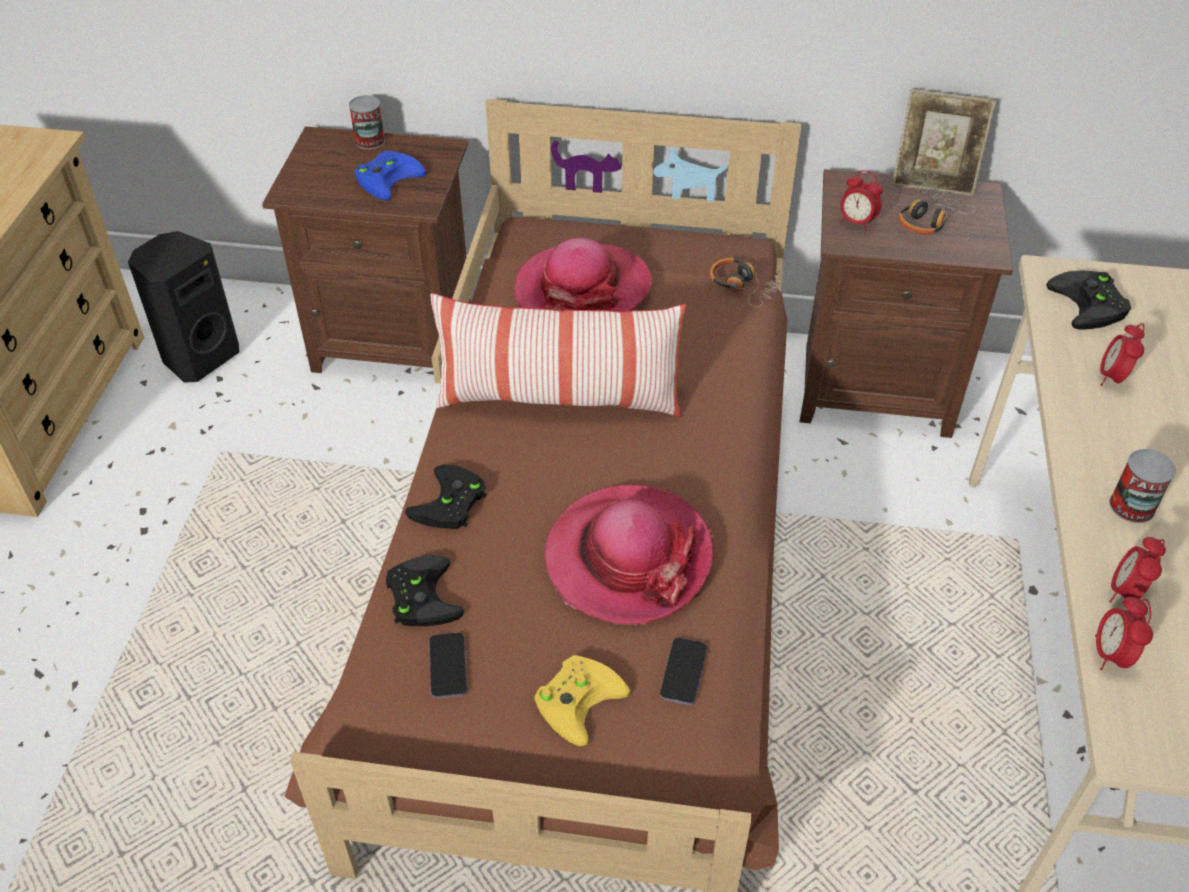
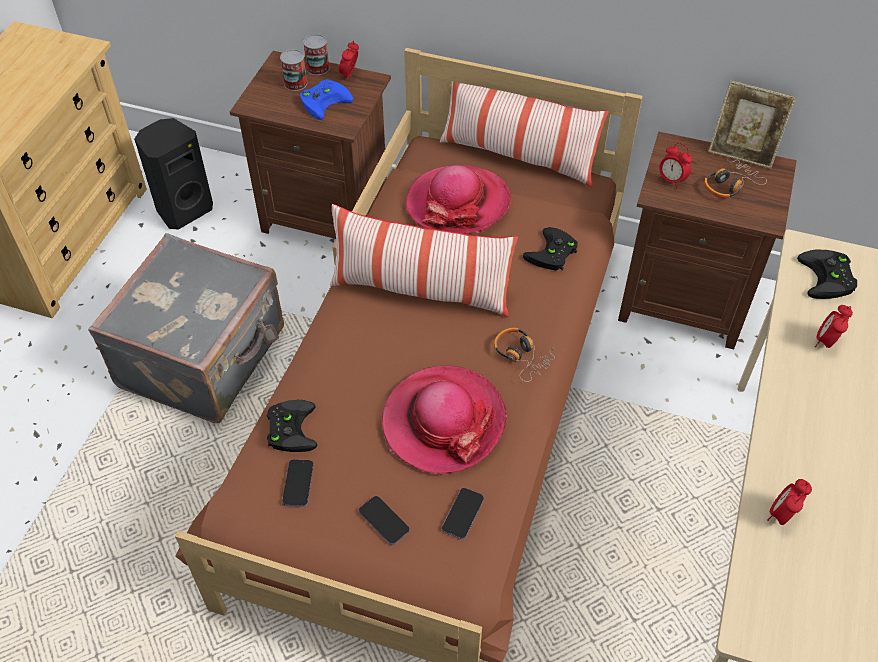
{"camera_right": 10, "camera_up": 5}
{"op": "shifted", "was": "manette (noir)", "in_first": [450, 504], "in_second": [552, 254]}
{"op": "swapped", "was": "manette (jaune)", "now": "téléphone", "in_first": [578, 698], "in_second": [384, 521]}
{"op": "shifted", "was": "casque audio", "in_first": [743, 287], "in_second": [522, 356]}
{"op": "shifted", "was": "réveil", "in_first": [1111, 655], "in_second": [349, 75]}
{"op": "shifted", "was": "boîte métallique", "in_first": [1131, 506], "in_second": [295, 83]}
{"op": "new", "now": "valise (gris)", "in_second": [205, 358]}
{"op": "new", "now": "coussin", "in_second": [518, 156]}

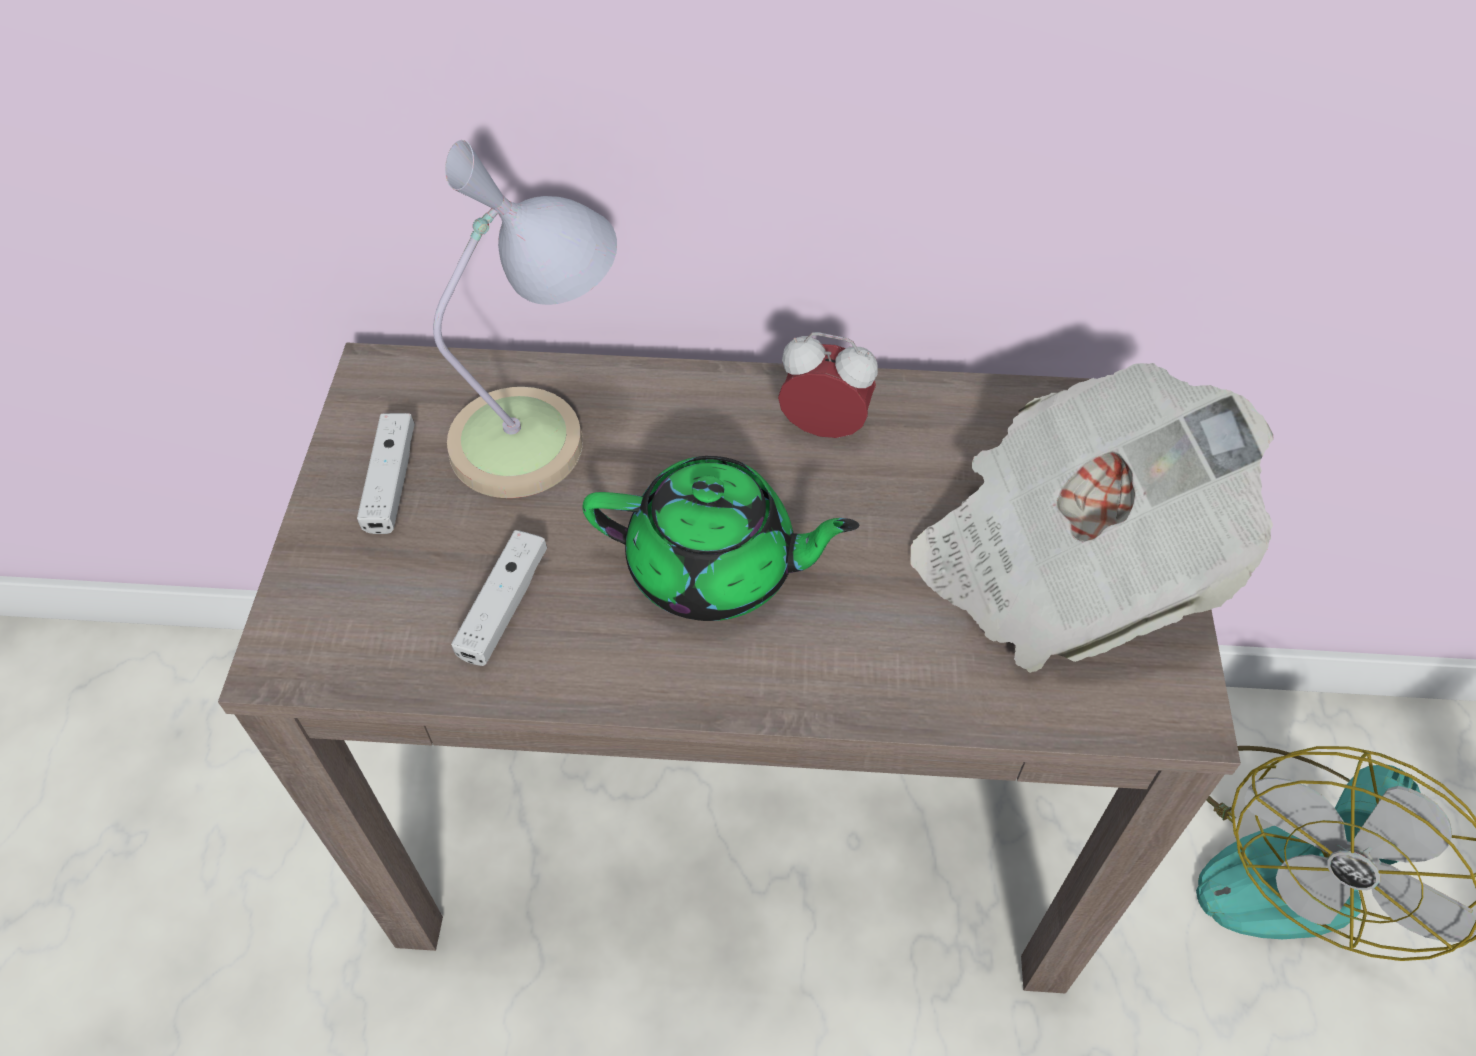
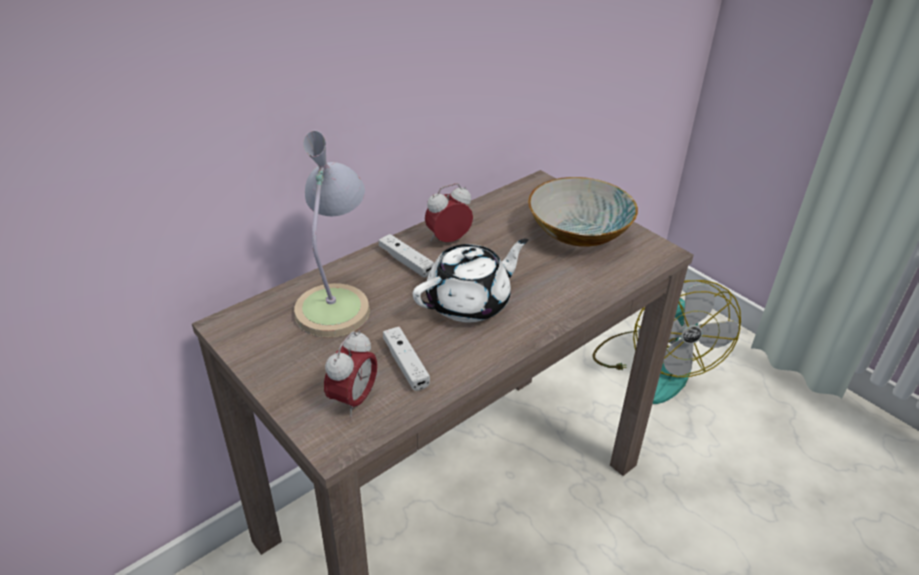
{"camera_right": -45, "camera_up": -15}
{"op": "shifted", "was": "manette (blanc)", "in_first": [391, 482], "in_second": [406, 262]}
{"op": "repainted", "was": "théière (vert)", "now": "théière (blanc)", "in_first": [715, 568], "in_second": [470, 303]}
{"op": "swapped", "was": "journal", "now": "bol", "in_first": [1064, 562], "in_second": [578, 233]}
{"op": "new", "now": "réveil", "in_second": [353, 400]}

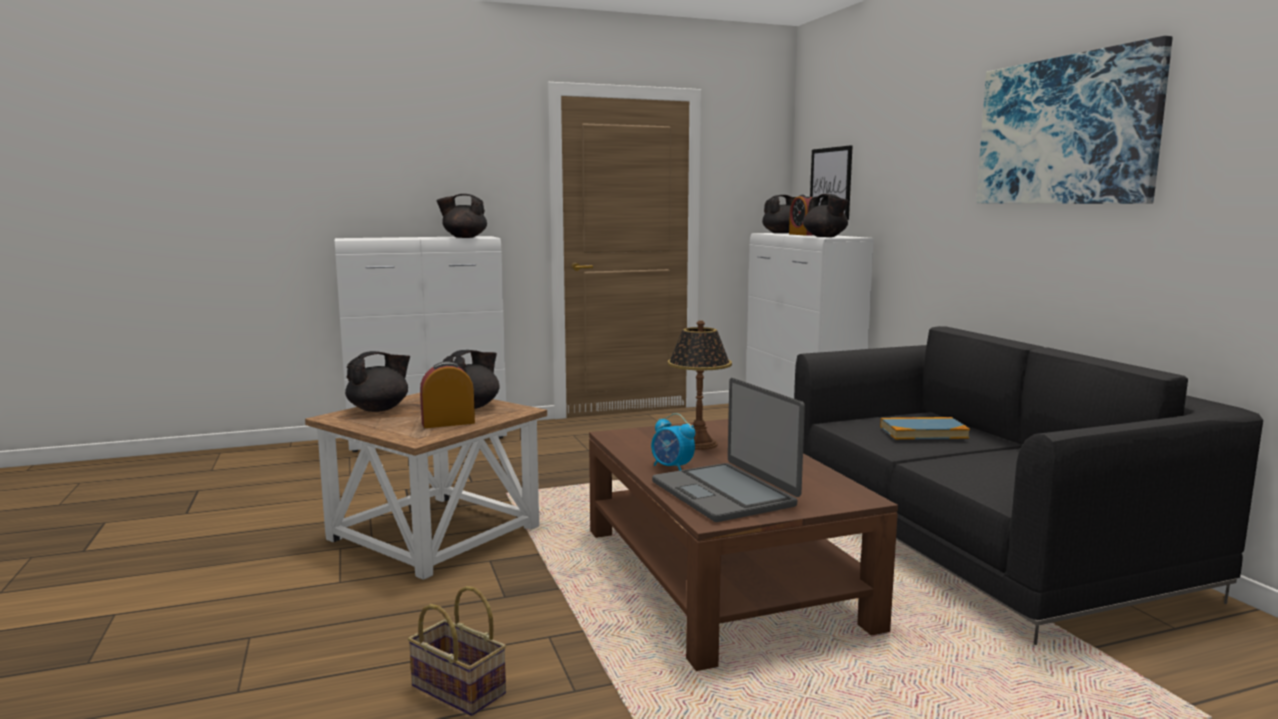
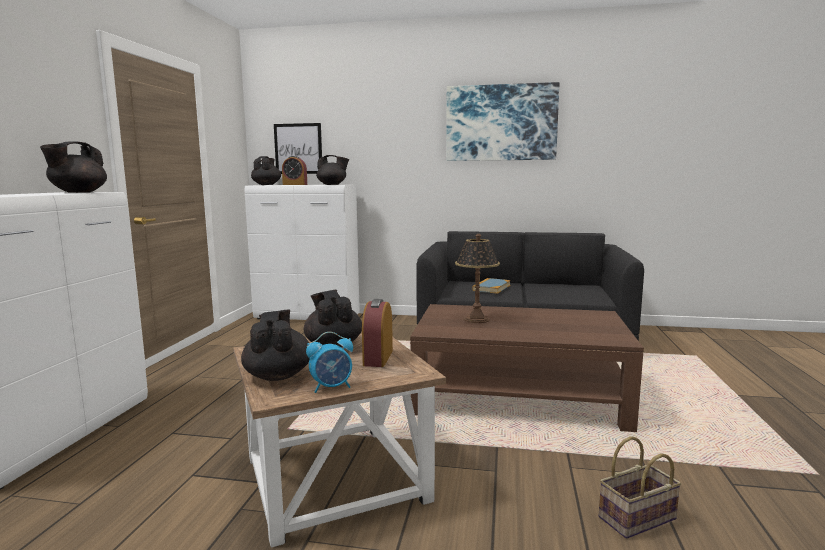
{"camera_right": -60, "camera_up": 0}
{"op": "shifted", "was": "réveil", "in_first": [672, 467], "in_second": [332, 387]}
{"op": "gone", "was": "ordinateur portable", "in_first": [725, 493]}

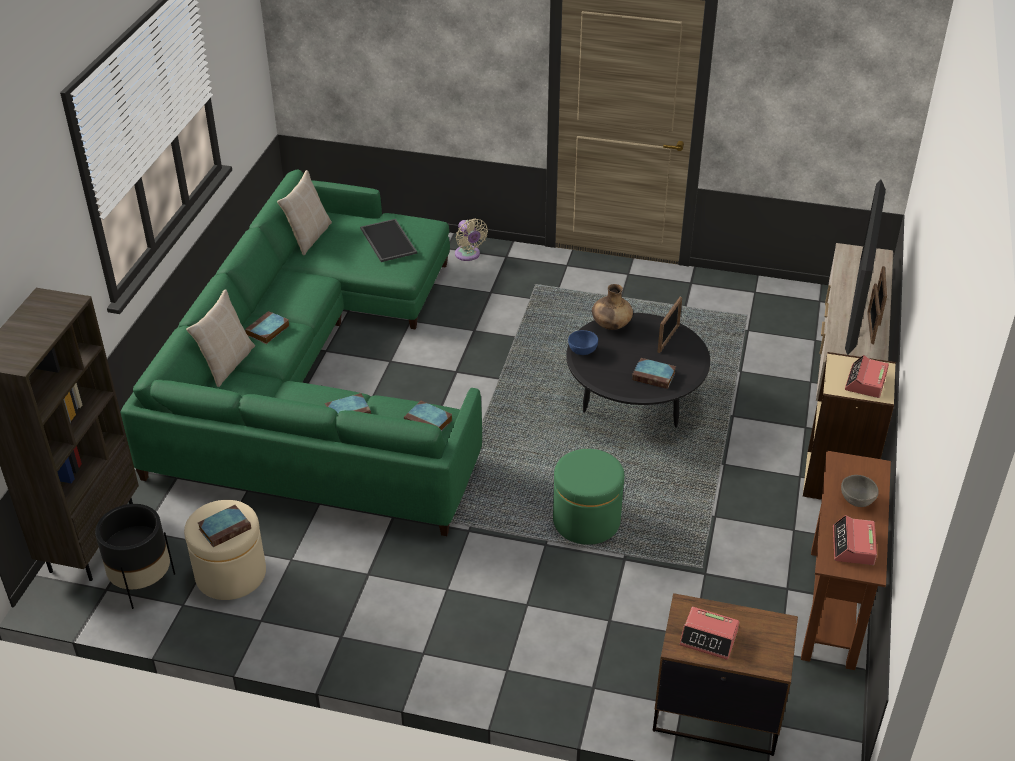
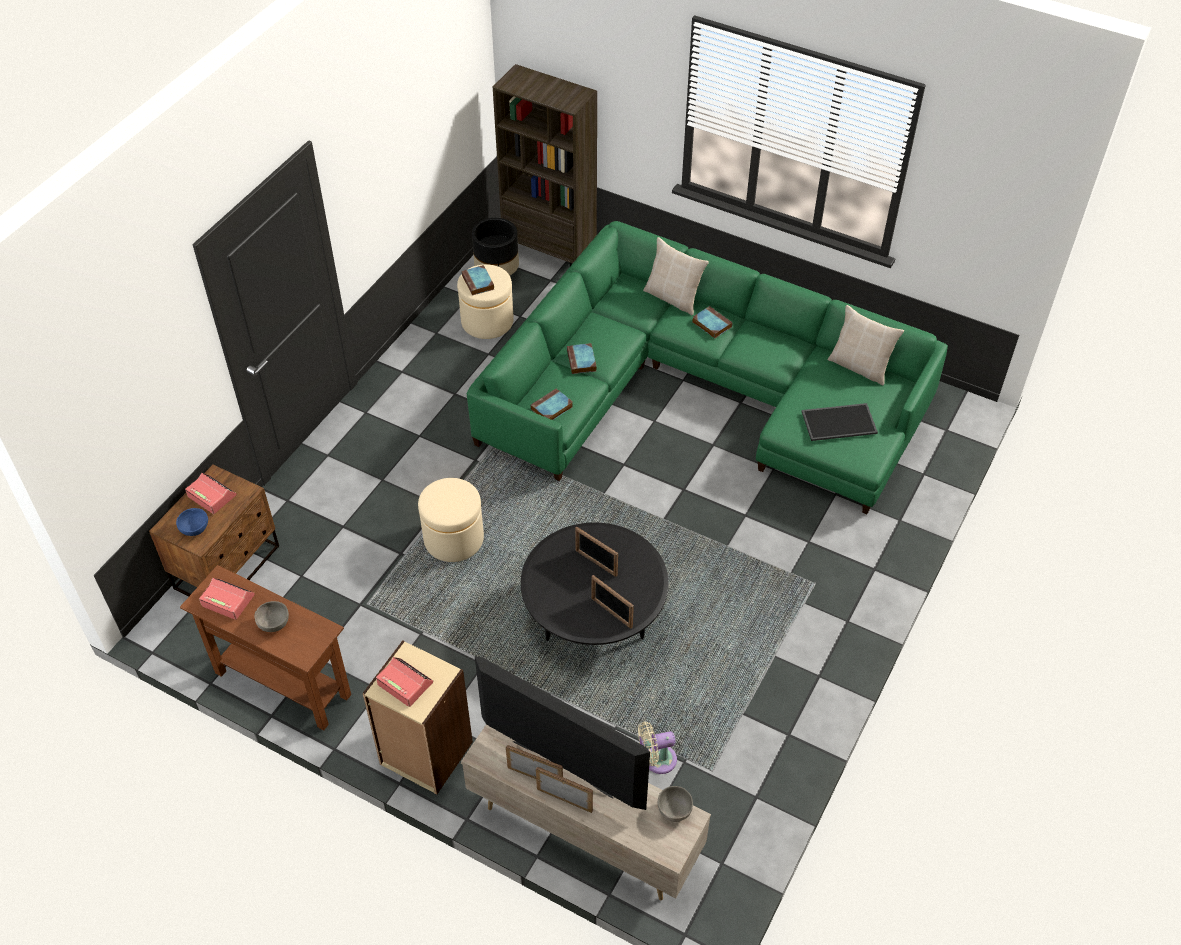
{"camera_right": 105, "camera_up": 10}
{"op": "shifted", "was": "ventilateur (beige)", "in_first": [468, 255], "in_second": [656, 760]}
{"op": "repainted", "was": "pouf (vert)", "now": "pouf (beige)", "in_first": [586, 521], "in_second": [453, 539]}
{"op": "shifted", "was": "bol (bleu)", "in_first": [582, 351], "in_second": [195, 529]}
{"op": "gone", "was": "vase (marron)", "in_first": [611, 325]}
{"op": "gone", "was": "livre", "in_first": [654, 376]}
{"op": "rotated", "was": "réveil", "in_first": [709, 638], "in_second": [211, 496], "clockwise": 90}
{"op": "new", "now": "cadre photo", "in_second": [596, 563]}
{"op": "new", "now": "bol (gris)", "in_second": [674, 811]}

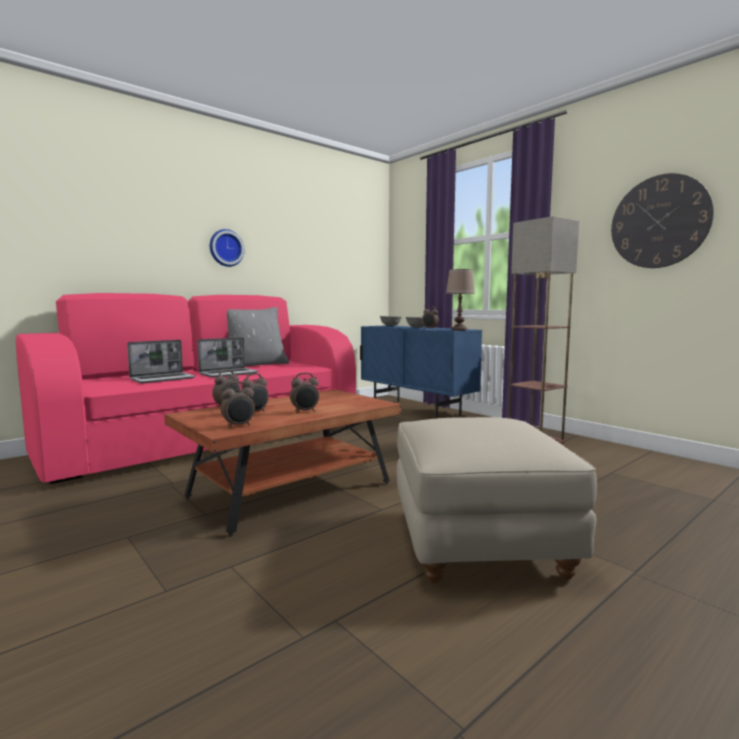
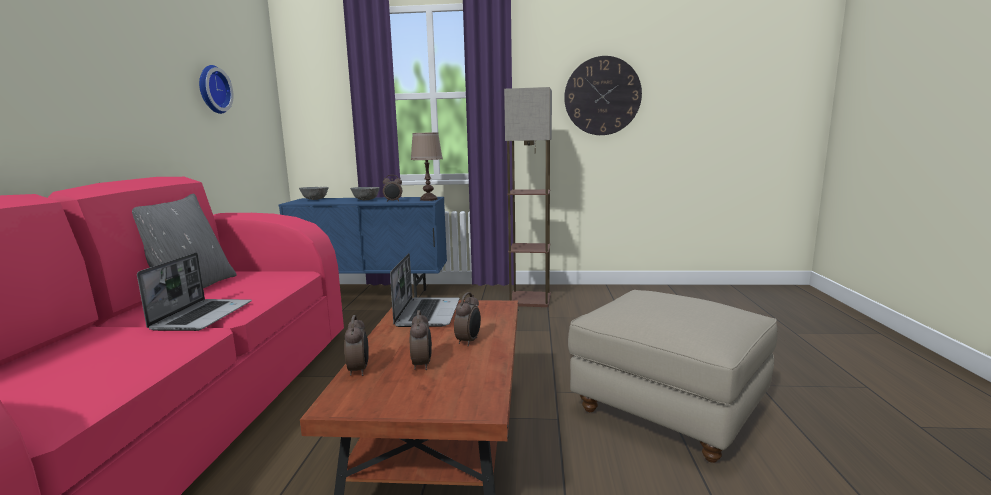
{"camera_right": -45, "camera_up": 5}
{"op": "shifted", "was": "ordinateur portable", "in_first": [163, 379], "in_second": [427, 313]}
{"op": "shifted", "was": "horloge murale", "in_first": [225, 248], "in_second": [212, 89]}
{"op": "gone", "was": "réveil", "in_first": [239, 426]}

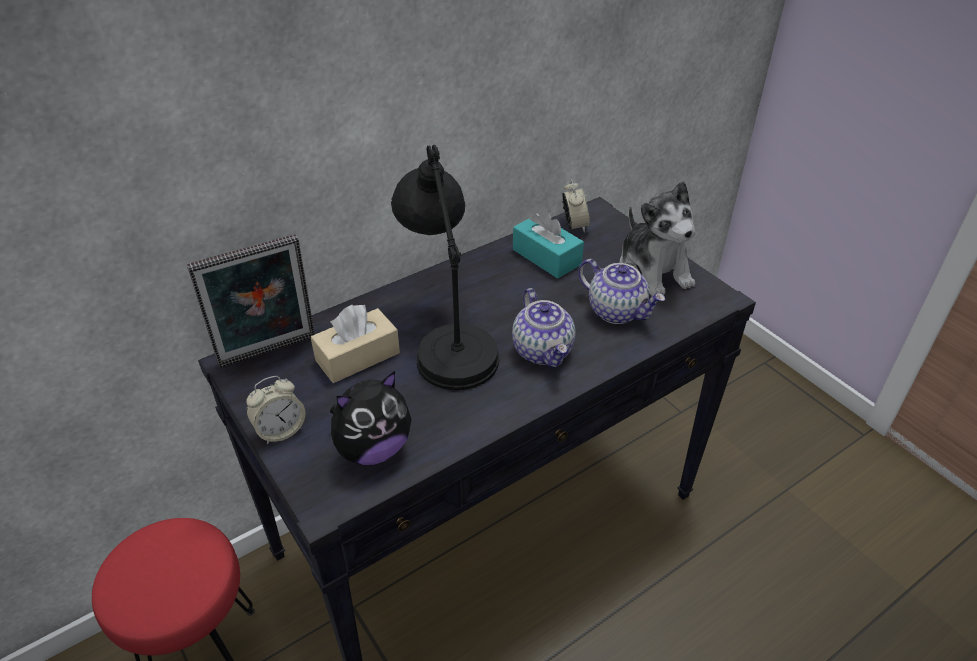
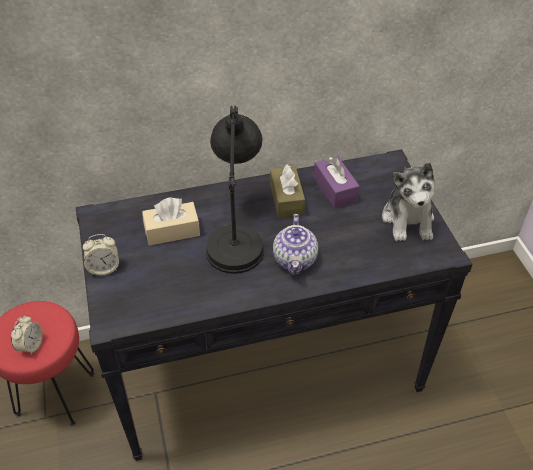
{"camera_right": 20, "camera_up": 5}
{"op": "gone", "was": "cadre photo", "in_first": [269, 353]}
{"op": "gone", "was": "peluche", "in_first": [373, 448]}
{"op": "repainted", "was": "boîte à mouchoirs (turquoise)", "now": "boîte à mouchoirs (violet)", "in_first": [546, 257], "in_second": [335, 189]}
{"op": "shifted", "was": "réveil", "in_first": [574, 226], "in_second": [31, 345]}
{"op": "gone", "was": "théière", "in_first": [617, 311]}
{"op": "new", "now": "boîte à mouchoirs (marron)", "in_second": [286, 199]}

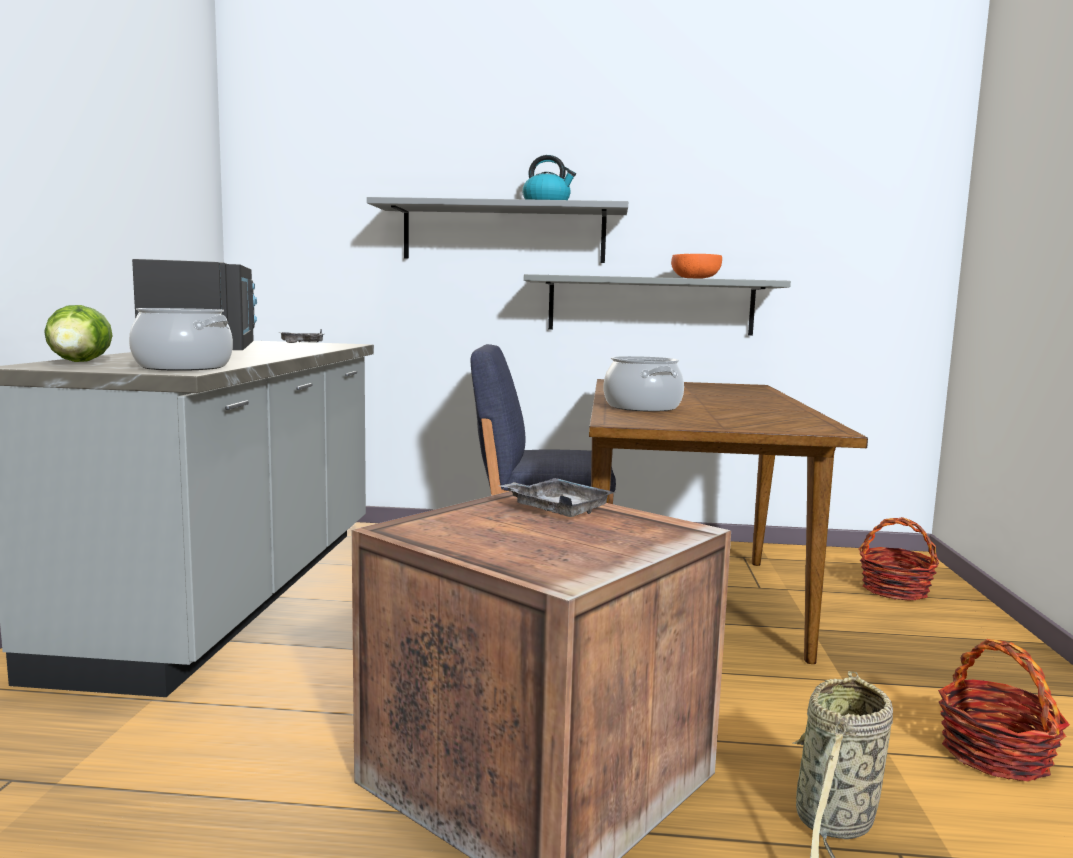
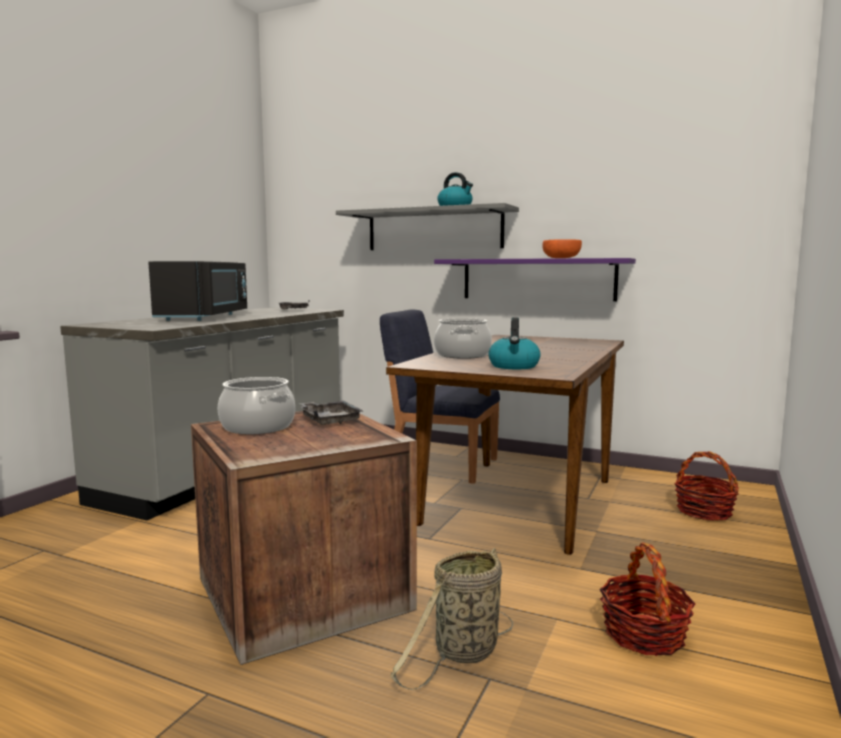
{"camera_right": 20, "camera_up": 0}
{"op": "gone", "was": "laitue", "in_first": [78, 362]}
{"op": "shifted", "was": "marmite", "in_first": [184, 367], "in_second": [258, 427]}
{"op": "repainted", "was": "étagère (gris)", "now": "étagère (violet)", "in_first": [650, 306], "in_second": [537, 279]}
{"op": "new", "now": "bouilloire", "in_second": [514, 366]}

